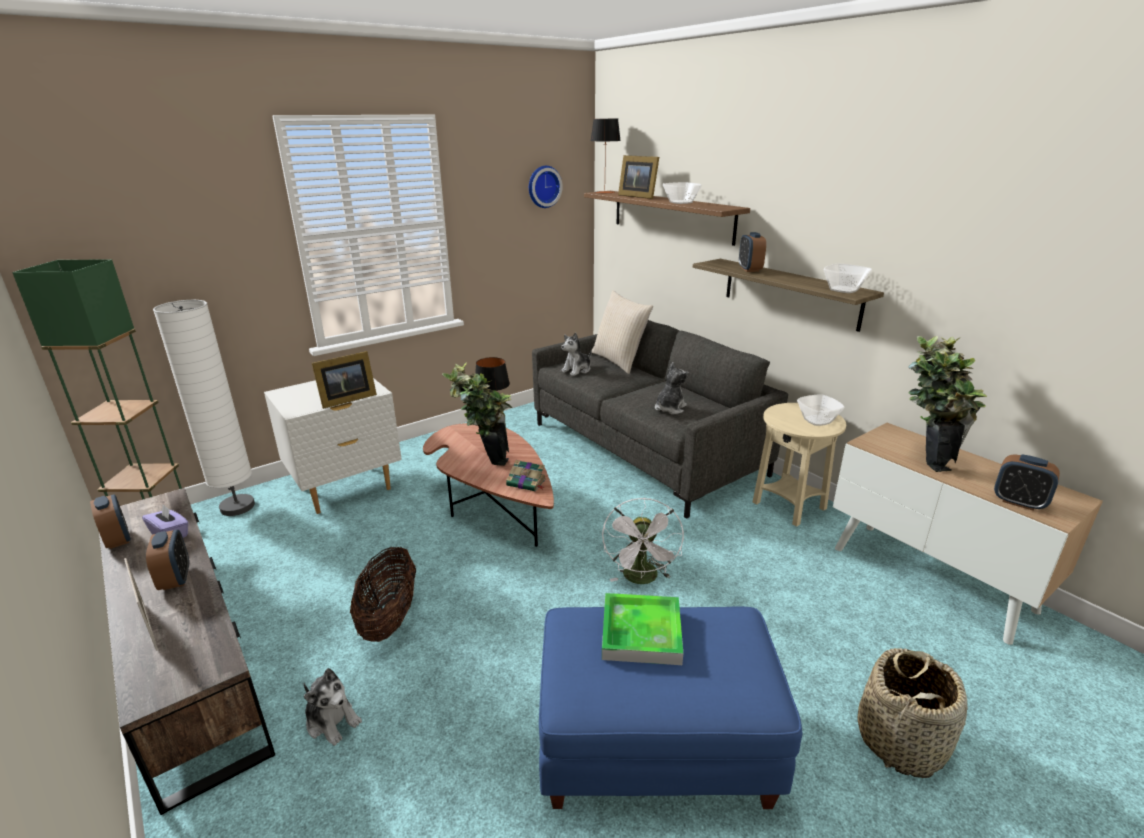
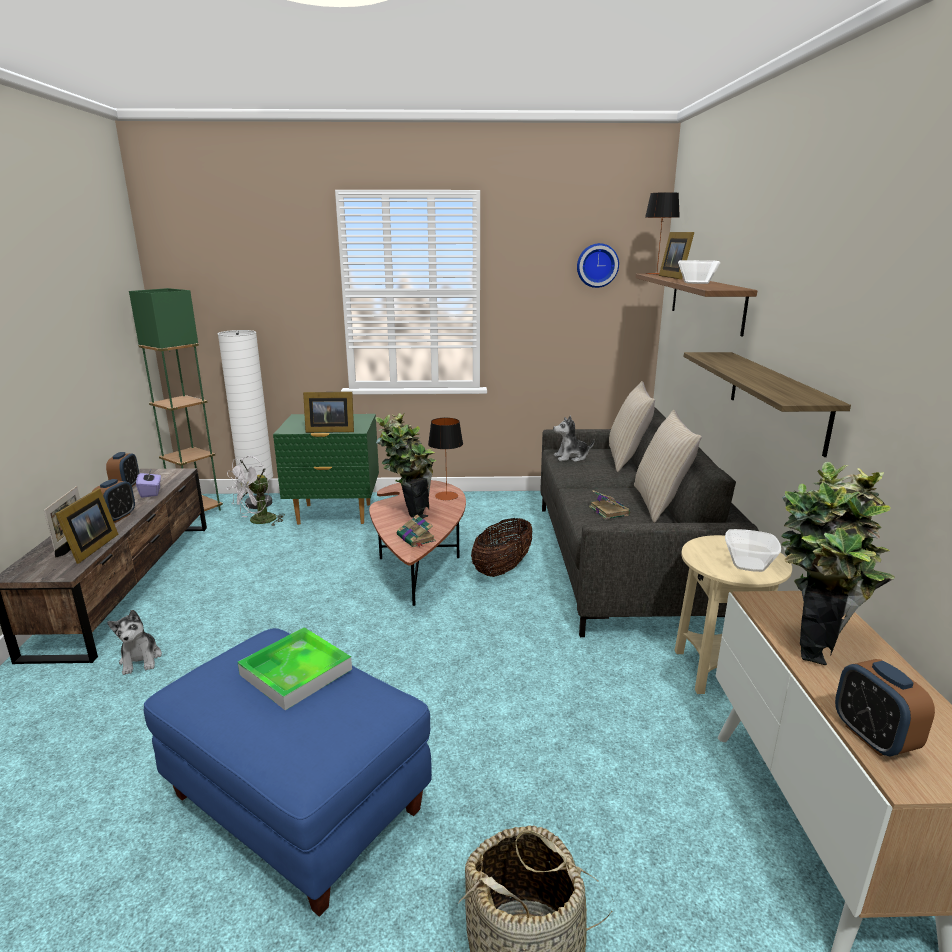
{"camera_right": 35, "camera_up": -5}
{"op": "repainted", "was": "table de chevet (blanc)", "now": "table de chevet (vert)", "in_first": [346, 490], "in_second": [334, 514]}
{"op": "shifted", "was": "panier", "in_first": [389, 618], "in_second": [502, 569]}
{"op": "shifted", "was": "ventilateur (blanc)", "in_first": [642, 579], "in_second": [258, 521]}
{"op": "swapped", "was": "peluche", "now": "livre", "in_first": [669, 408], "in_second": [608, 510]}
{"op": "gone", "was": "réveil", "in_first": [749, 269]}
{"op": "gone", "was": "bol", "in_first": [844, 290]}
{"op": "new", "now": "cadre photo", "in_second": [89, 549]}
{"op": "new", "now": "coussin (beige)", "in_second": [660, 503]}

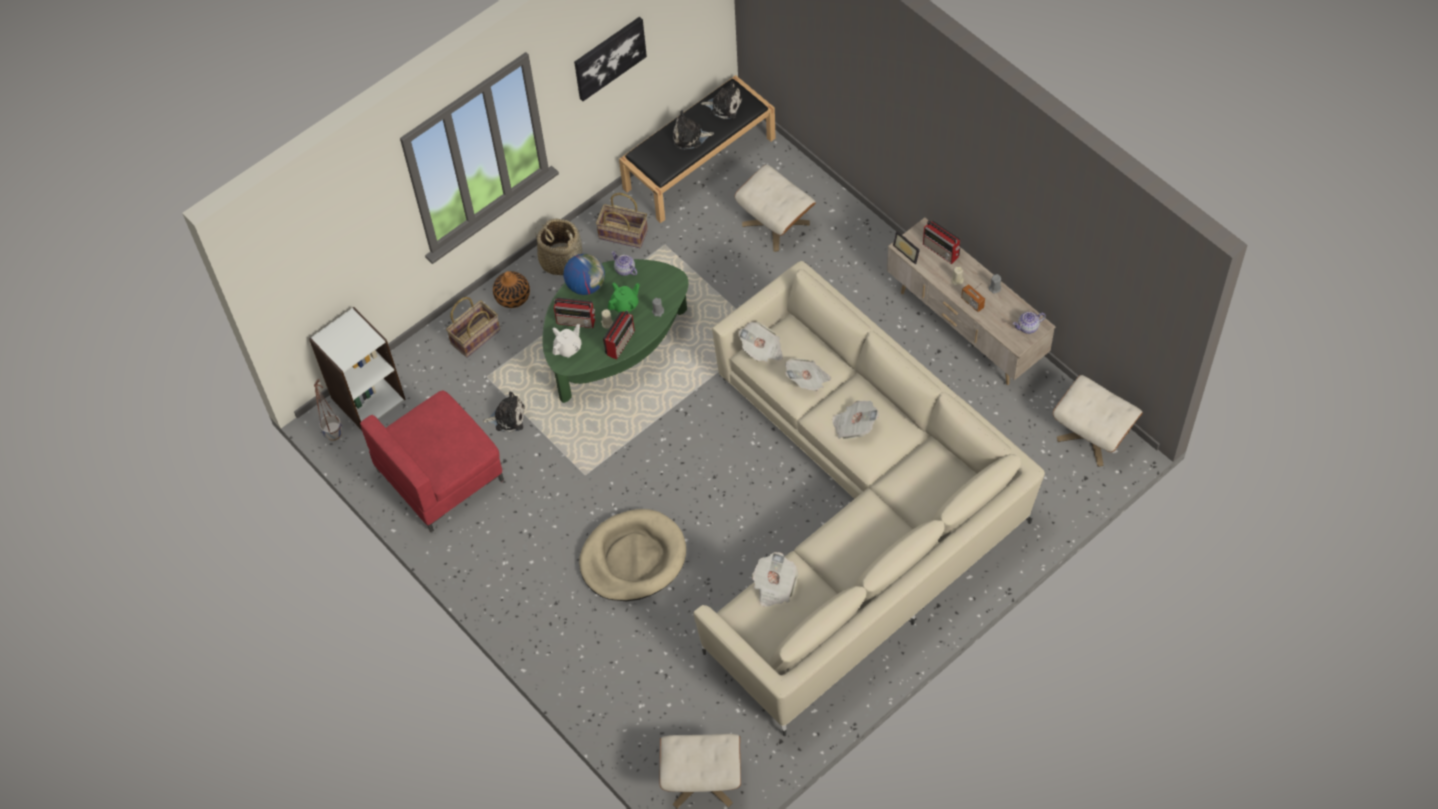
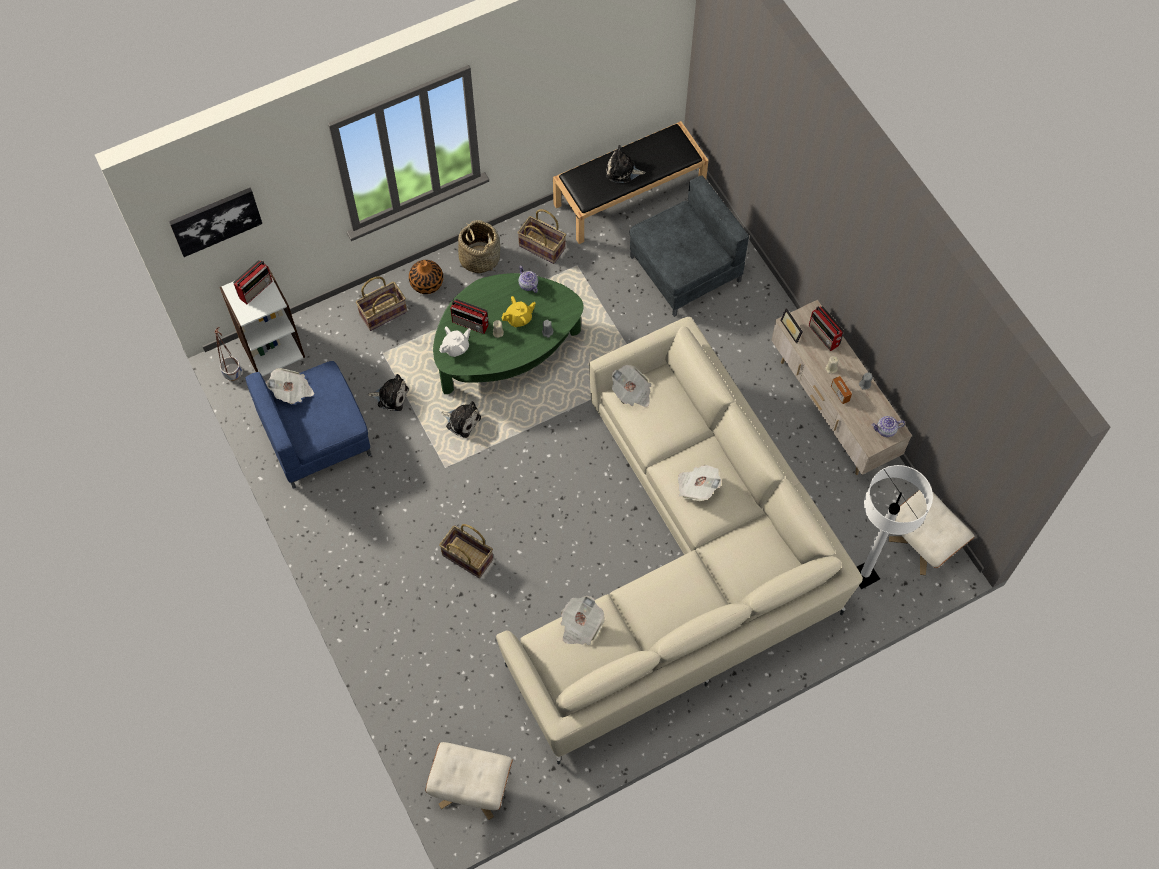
{"camera_right": 10, "camera_up": 5}
{"op": "repainted", "was": "fauteuil (rouge)", "now": "fauteuil (bleu)", "in_first": [441, 475], "in_second": [317, 436]}
{"op": "gone", "was": "globe", "in_first": [586, 285]}
{"op": "shifted", "was": "tableau", "in_first": [609, 57], "in_second": [215, 220]}
{"op": "swapped", "was": "panier pour chien (beige)", "now": "panier", "in_first": [633, 558], "in_second": [467, 558]}
{"op": "shifted", "was": "radio", "in_first": [620, 342], "in_second": [256, 289]}
{"op": "repainted", "was": "théière (vert)", "now": "théière (jaune)", "in_first": [625, 305], "in_second": [519, 318]}
{"op": "shifted", "was": "peluche", "in_first": [724, 105], "in_second": [461, 421]}
{"op": "swapped", "was": "pouf (beige)", "now": "fauteuil (gris)", "in_first": [776, 223], "in_second": [684, 269]}
{"op": "shifted", "was": "journal", "in_first": [808, 380], "in_second": [292, 391]}
{"op": "new", "now": "lampadaire (blanc)", "in_second": [864, 575]}

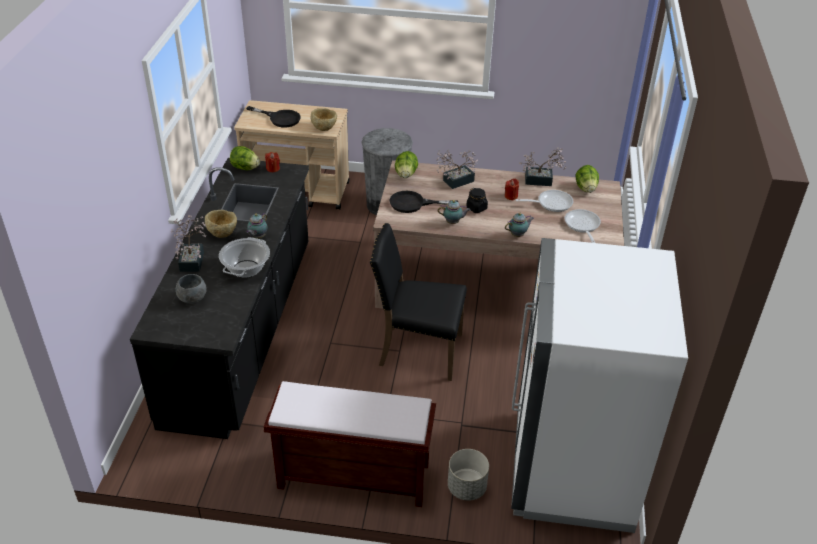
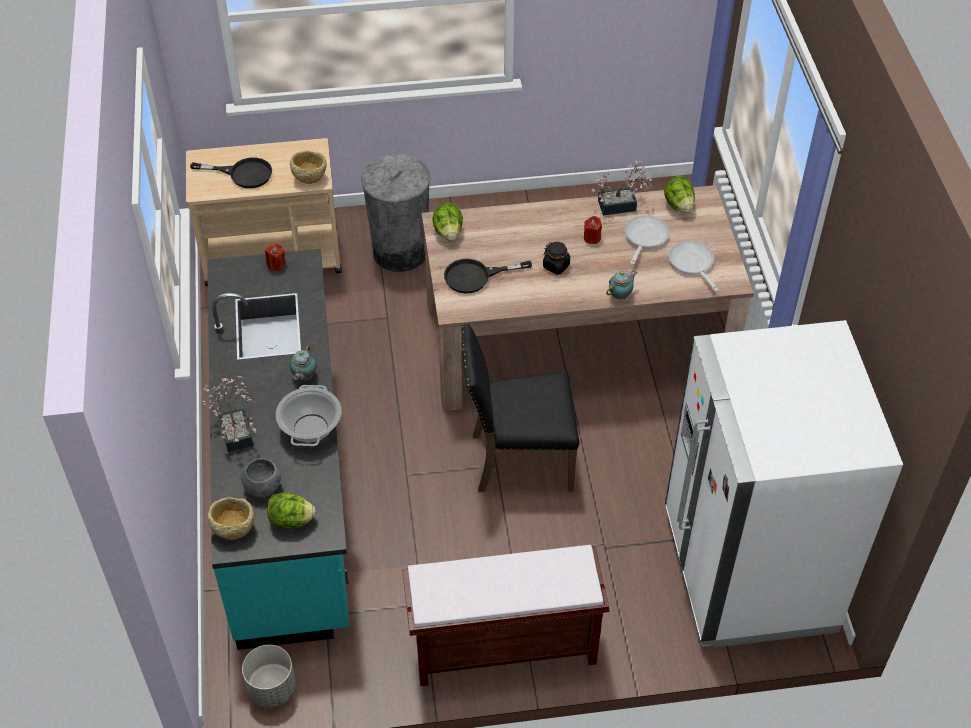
{"camera_right": -15, "camera_up": 10}
{"op": "repainted", "was": "comptoir de cuisine (noir)", "now": "comptoir de cuisine (turquoise)", "in_first": [242, 331], "in_second": [288, 486]}
{"op": "shifted", "was": "bol (beige)", "in_first": [222, 233], "in_second": [233, 528]}
{"op": "shifted", "was": "laitue", "in_first": [245, 168], "in_second": [291, 520]}
{"op": "gone", "was": "plante en pot", "in_first": [455, 181]}
{"op": "gone", "was": "théière", "in_first": [453, 222]}
{"op": "shifted", "was": "cache-pot (gris)", "in_first": [466, 488], "in_second": [271, 689]}
{"op": "rotated", "was": "poêle", "in_first": [551, 203], "in_second": [644, 238], "clockwise": -45}

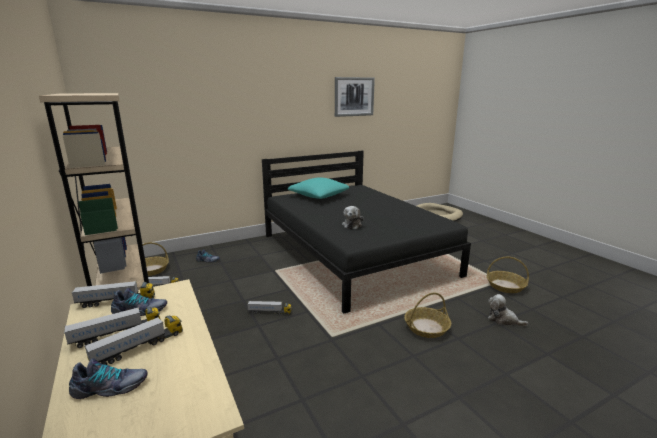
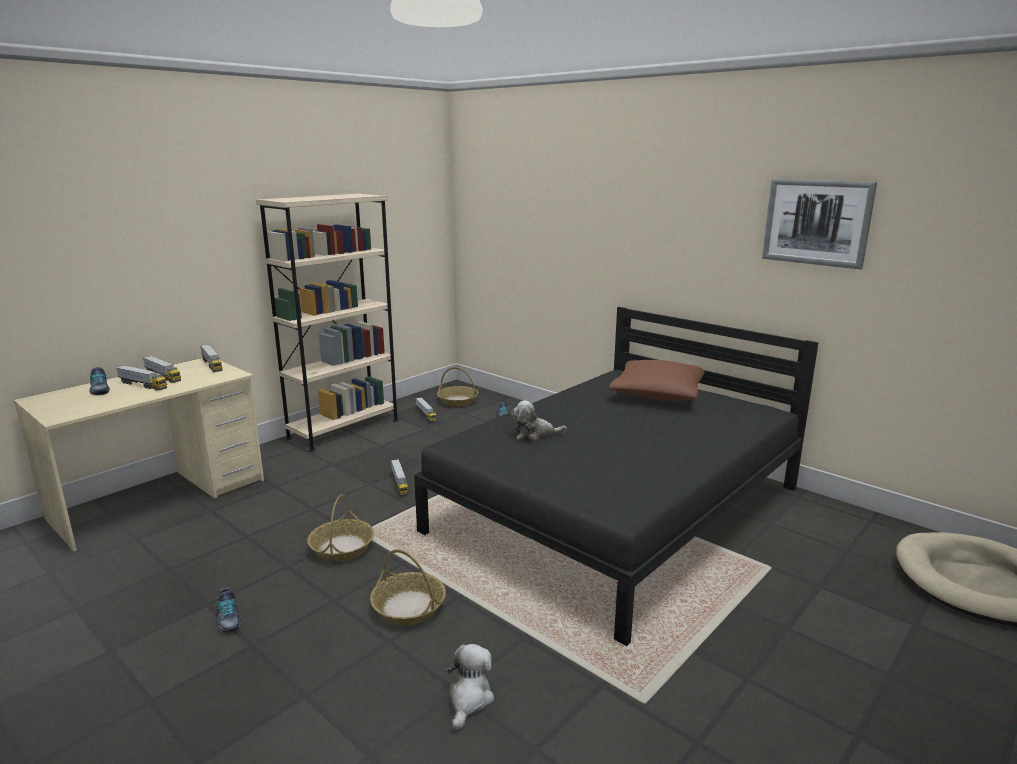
{"camera_right": 70, "camera_up": 0}
{"op": "shifted", "was": "chaussure", "in_first": [140, 311], "in_second": [228, 619]}
{"op": "repainted", "was": "coussin (turquoise)", "now": "coussin (marron)", "in_first": [318, 196], "in_second": [657, 394]}
{"op": "shifted", "was": "panier", "in_first": [505, 286], "in_second": [342, 547]}

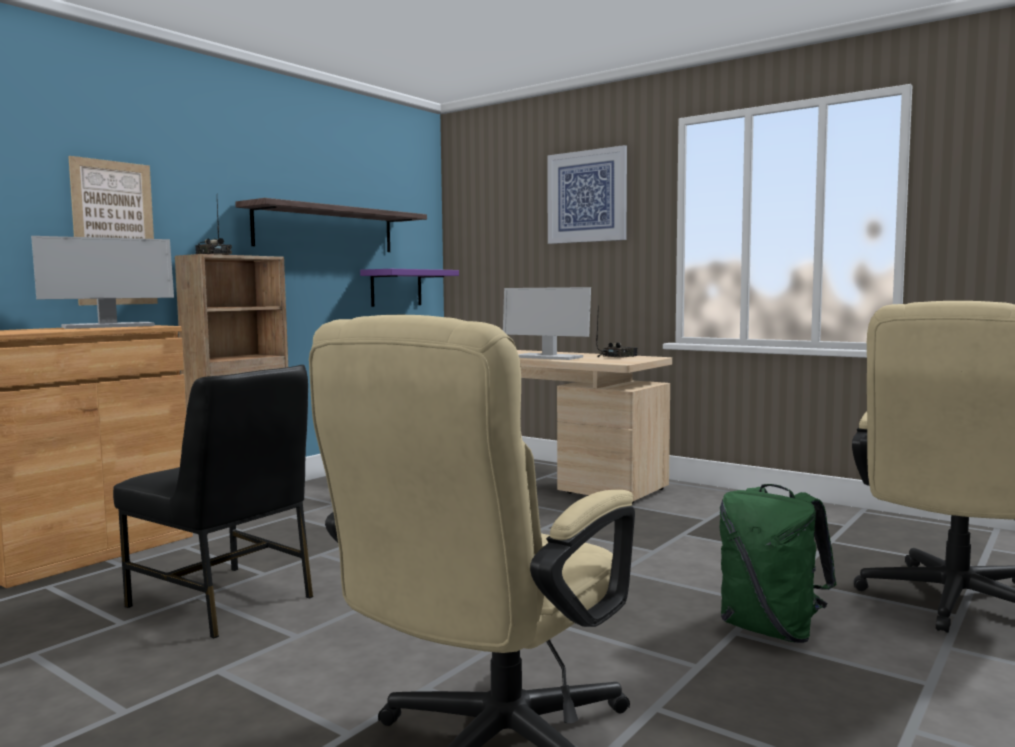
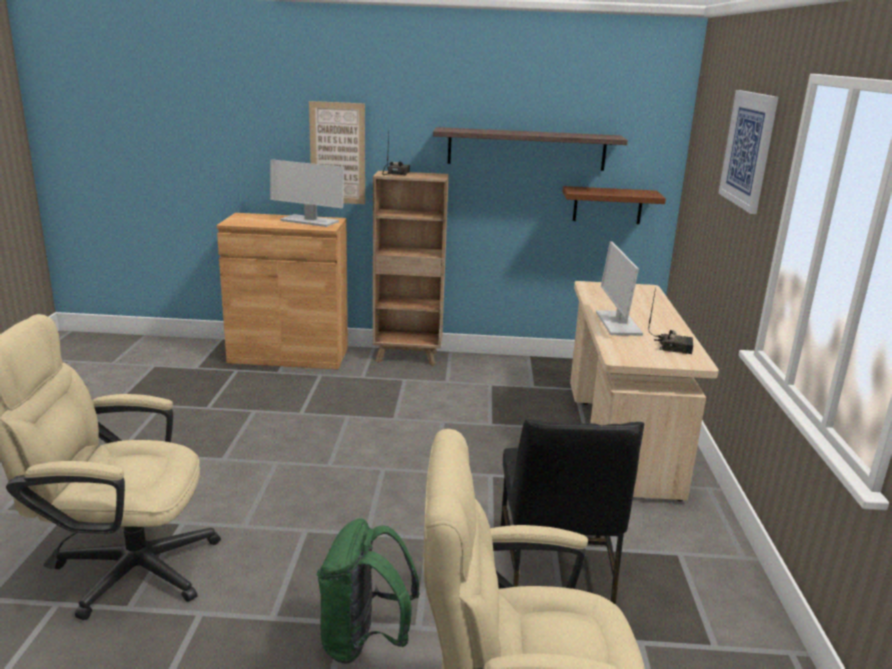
{"camera_right": 55, "camera_up": 15}
{"op": "shifted", "was": "chaise (noir)", "in_first": [224, 601], "in_second": [555, 571]}
{"op": "repainted", "was": "étagère (violet)", "now": "étagère (marron)", "in_first": [396, 288], "in_second": [607, 205]}

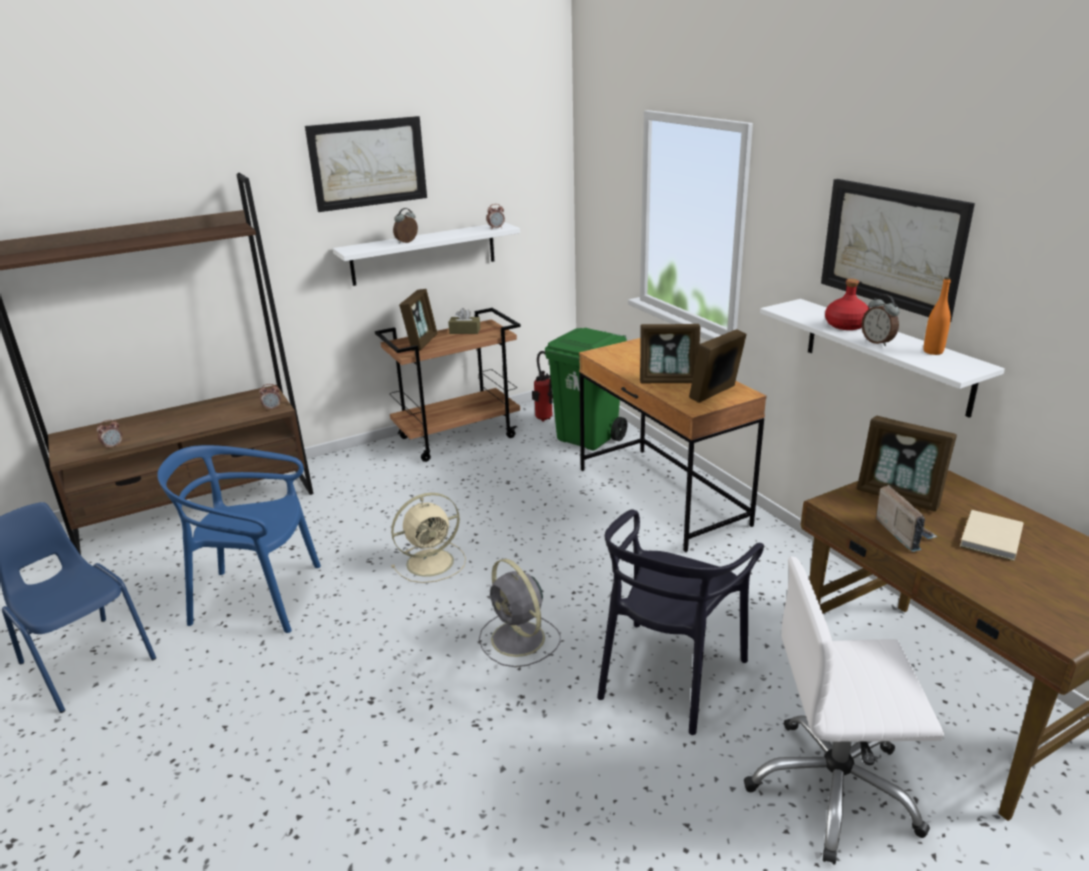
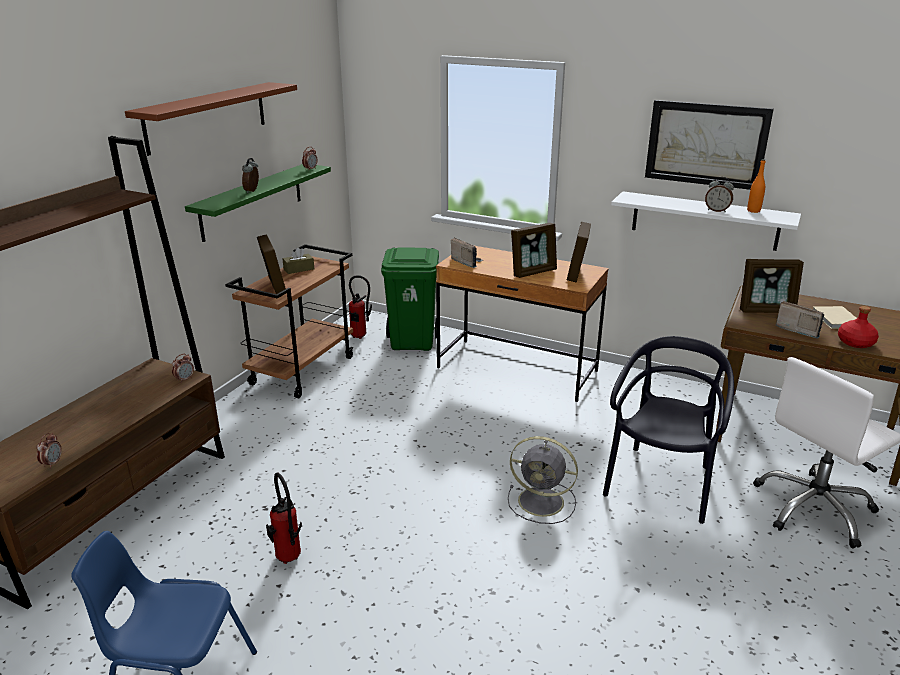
{"camera_right": -35, "camera_up": 0}
{"op": "swapped", "was": "chaise (bleu)", "now": "extincteur", "in_first": [257, 598], "in_second": [288, 560]}
{"op": "swapped", "was": "tableau", "now": "étagère (marron)", "in_first": [368, 163], "in_second": [207, 117]}
{"op": "repainted", "was": "étagère (blanc)", "now": "étagère (vert)", "in_first": [424, 253], "in_second": [252, 201]}
{"op": "gone", "was": "ventilateur (beige)", "in_first": [432, 562]}
{"op": "rotated", "was": "chaise (noir)", "in_first": [669, 675], "in_second": [661, 483], "clockwise": -150}
{"op": "shifted", "was": "bouteille (rouge)", "in_first": [846, 325], "in_second": [856, 343]}
{"op": "new", "now": "radio", "in_second": [466, 262]}

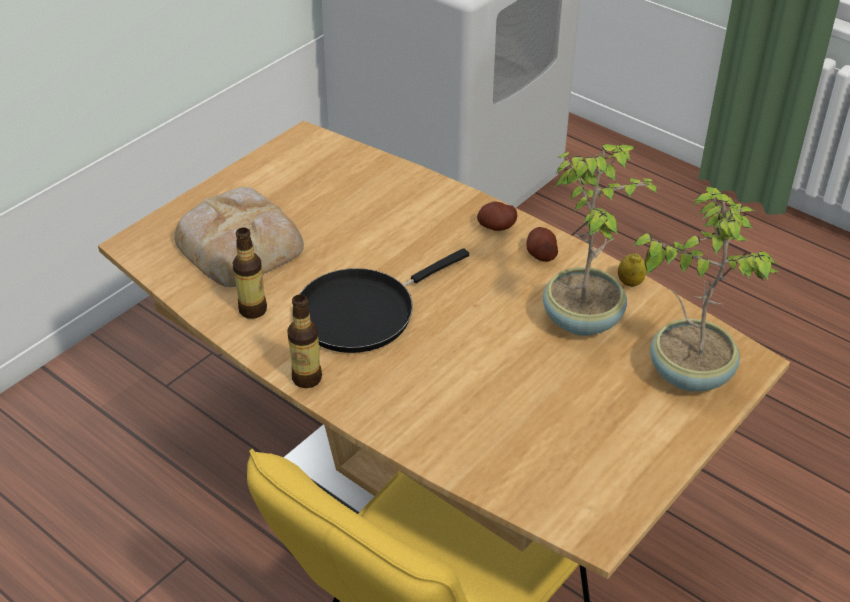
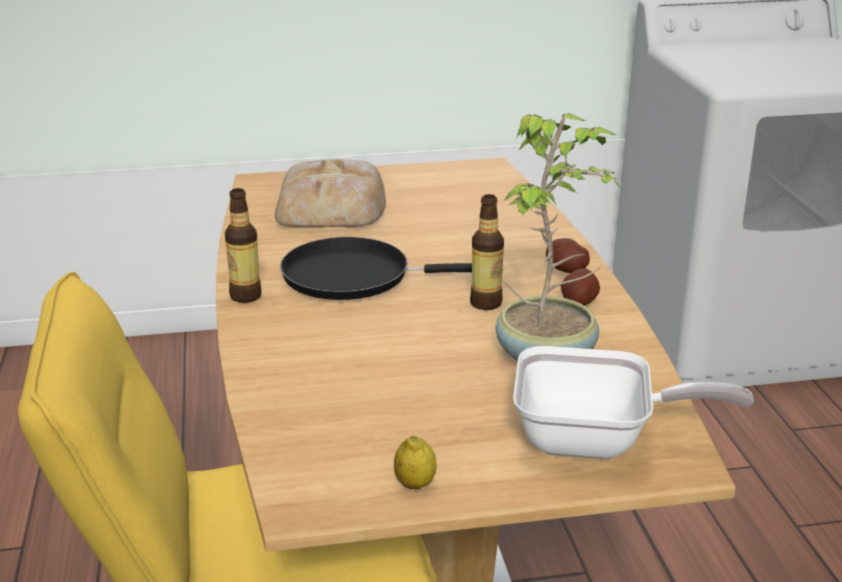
{"camera_right": 40, "camera_up": -15}
{"op": "shifted", "was": "bouteille", "in_first": [253, 310], "in_second": [486, 303]}
{"op": "shifted", "was": "citron", "in_first": [630, 283], "in_second": [415, 484]}
{"op": "swapped", "was": "plante en pot", "now": "poêle", "in_first": [689, 372], "in_second": [596, 441]}

